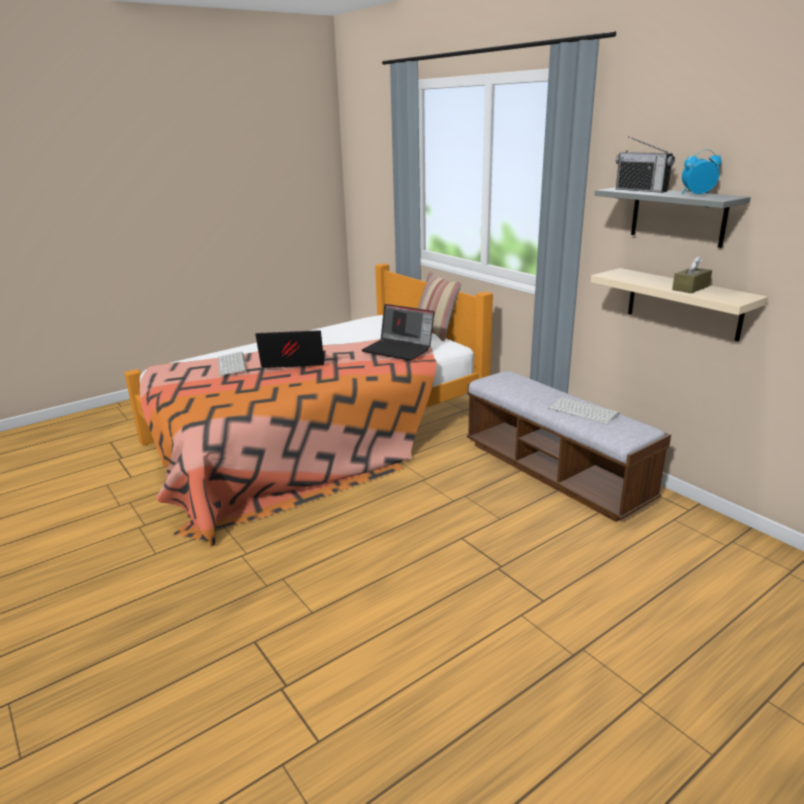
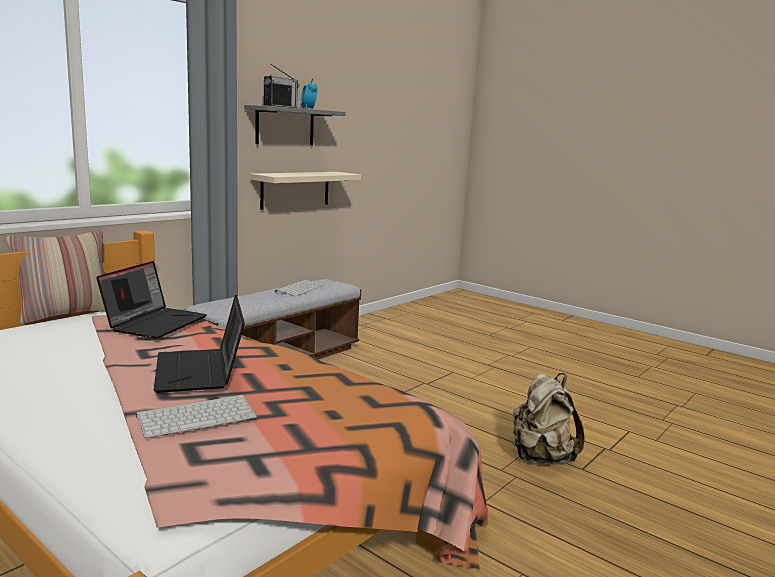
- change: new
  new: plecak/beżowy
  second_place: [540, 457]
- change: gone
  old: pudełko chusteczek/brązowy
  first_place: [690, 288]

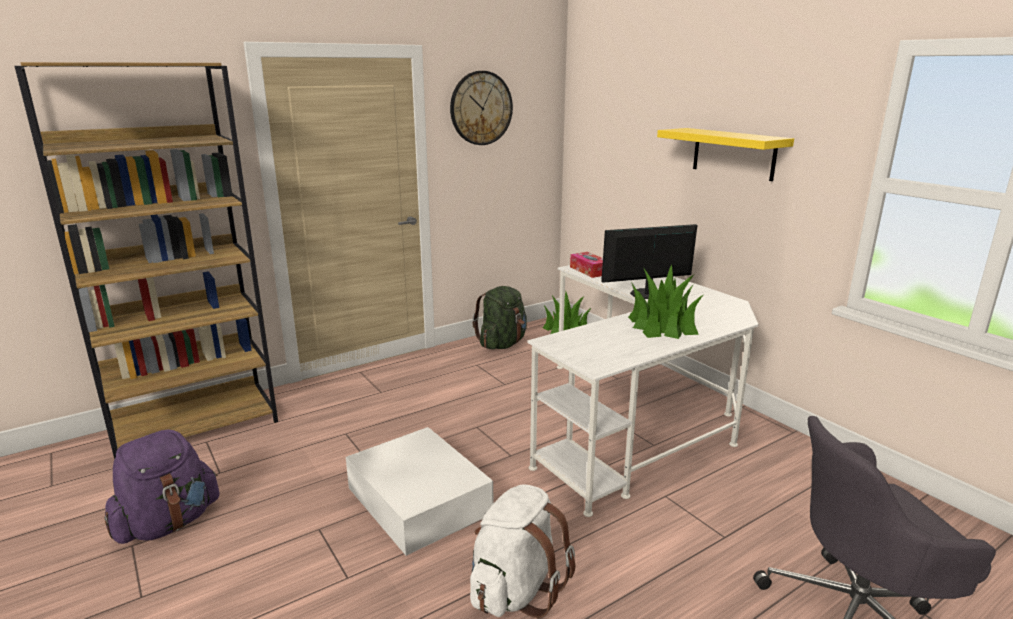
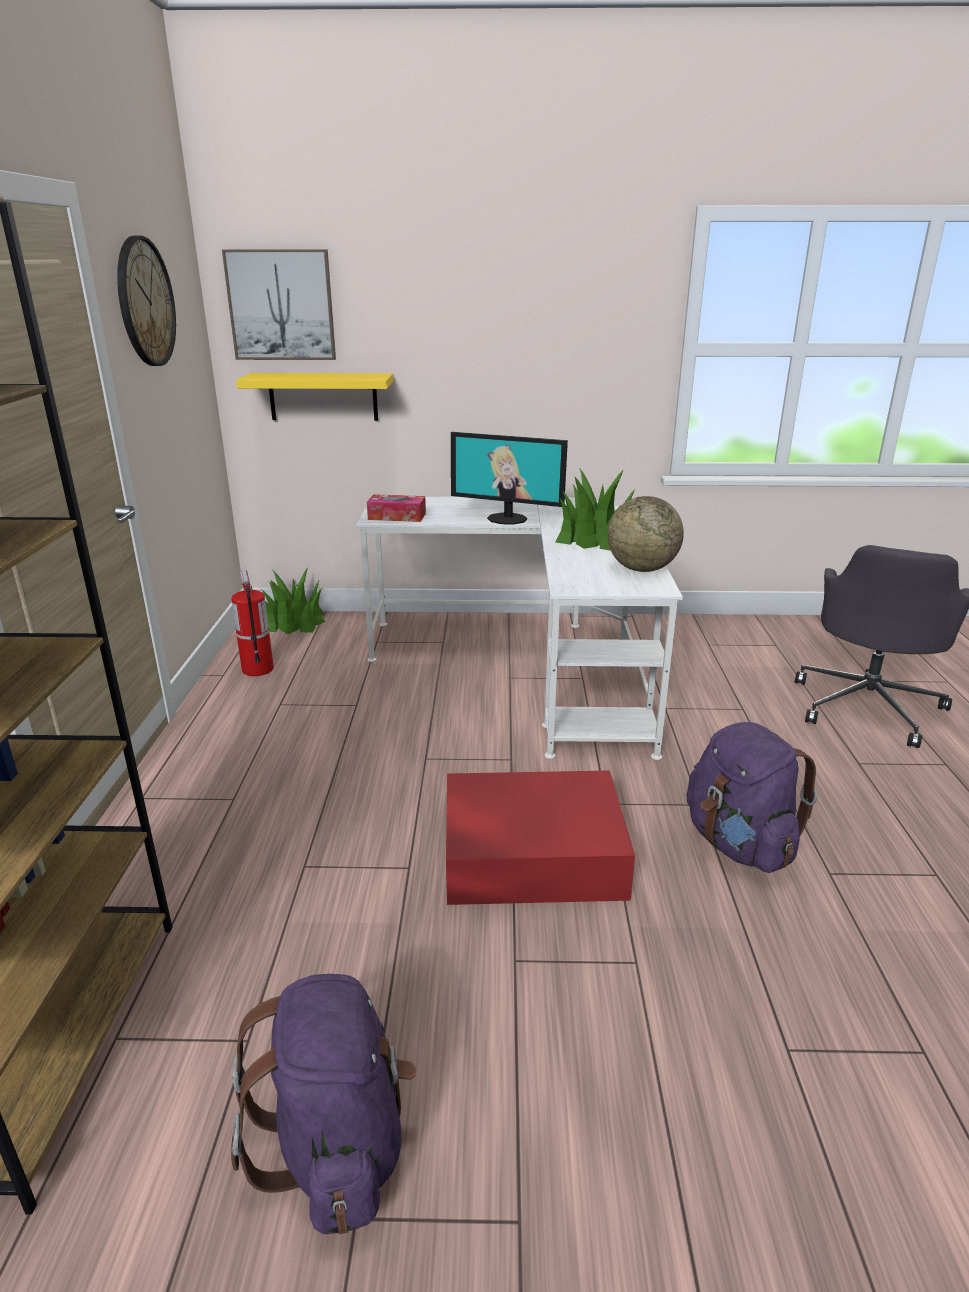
- change: new
  new: obraz
  second_place: [281, 305]
- change: swapped
  old: plecak/zielony
  new: gaśnica
  first_place: [502, 344]
  second_place: [257, 669]
- change: shifted
  old: półka/żółty
  first_place: [733, 153]
  second_place: [323, 396]
- change: repainted
  old: pojemnik do przechowywania/biały
  new: pojemnik do przechowywania/czerwony
  first_place: [418, 499]
  second_place: [529, 853]
- change: rotated
  old: monitor
  first_place: [647, 294]
  second_place: [507, 518]
  degrees: -90
- change: new
  new: globus
  second_place: [641, 569]
- change: repainted
  old: plecak/biały
  new: plecak/fioletowy
  first_place: [516, 589]
  second_place: [739, 844]

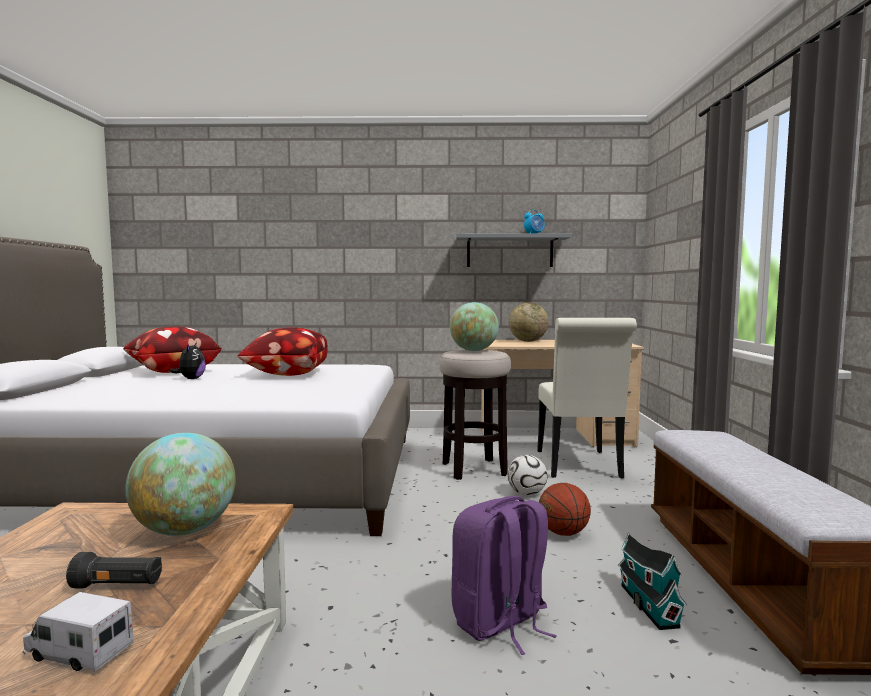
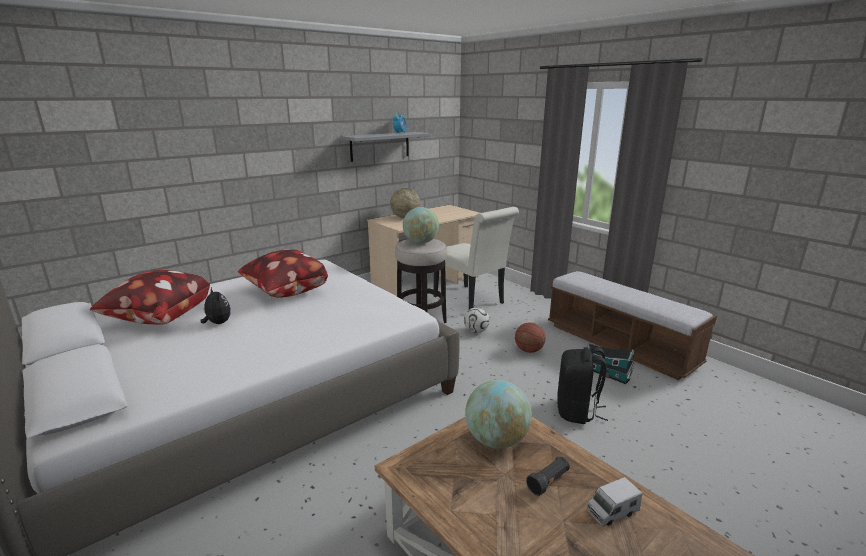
- change: repainted
  old: plecak/fioletowy
  new: plecak/czarny
  first_place: [500, 623]
  second_place: [577, 411]

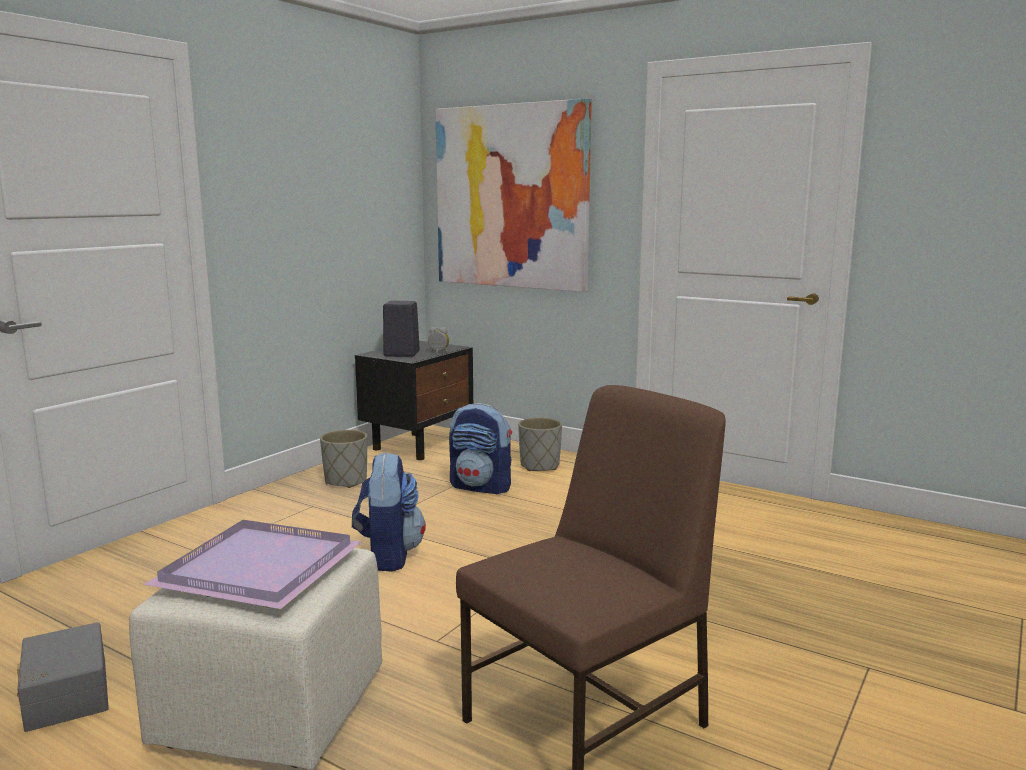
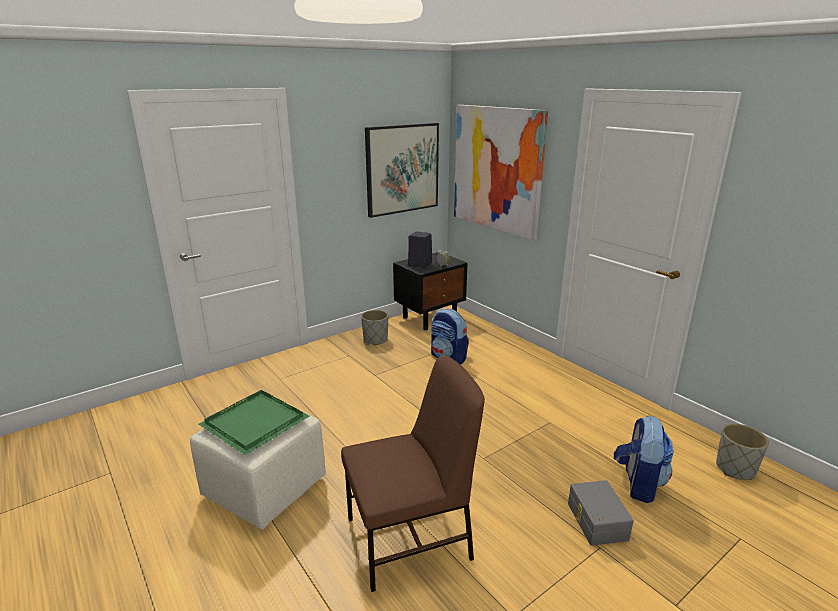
- change: repainted
  old: taca/fioletowy
  new: taca/zielony
  first_place: [260, 570]
  second_place: [254, 424]
- change: new
  new: obraz
  second_place: [402, 169]
- change: shifted
  old: pojemnik do przechowywania/szary
  first_place: [64, 694]
  second_place: [596, 521]
- change: shifted
  old: plecak
  first_place: [388, 555]
  second_place: [638, 483]
- change: shifted
  old: donica/szary
  first_place: [539, 466]
  second_place: [734, 468]

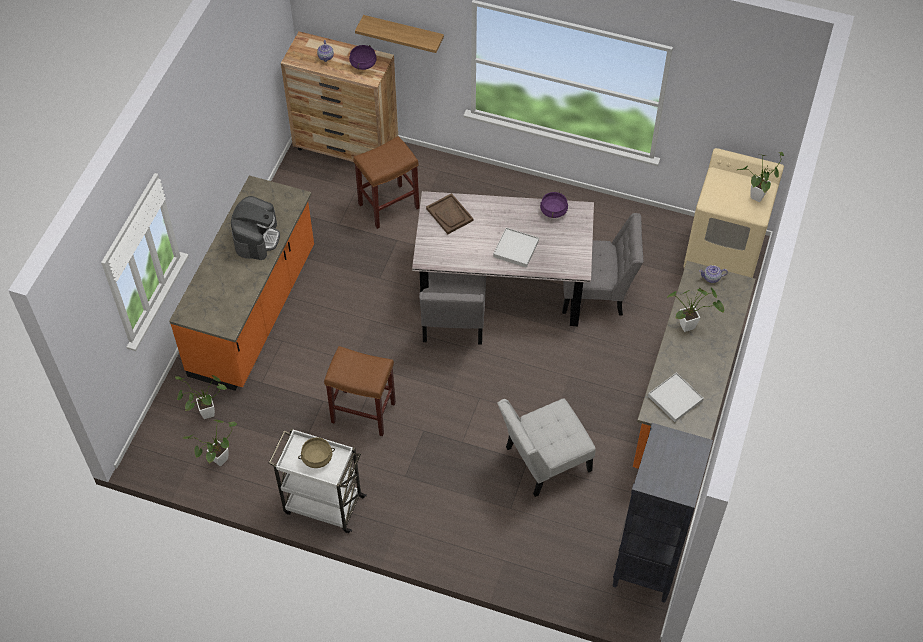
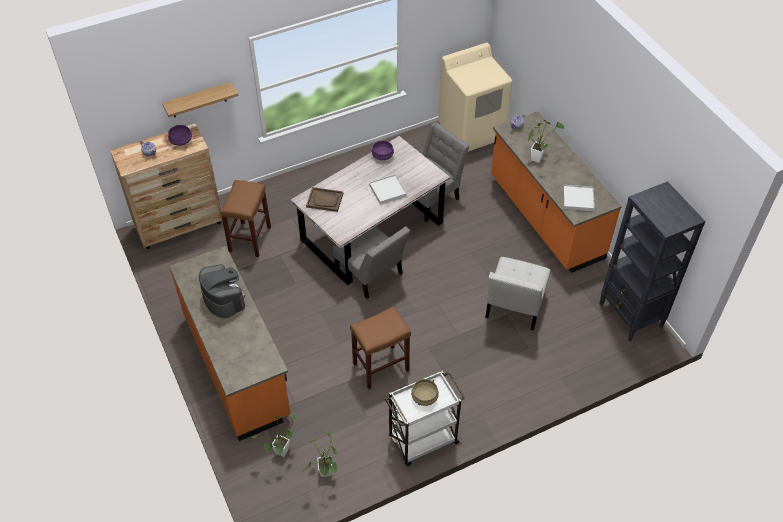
- change: gone
  old: roślina doniczkowa
  first_place: [755, 199]

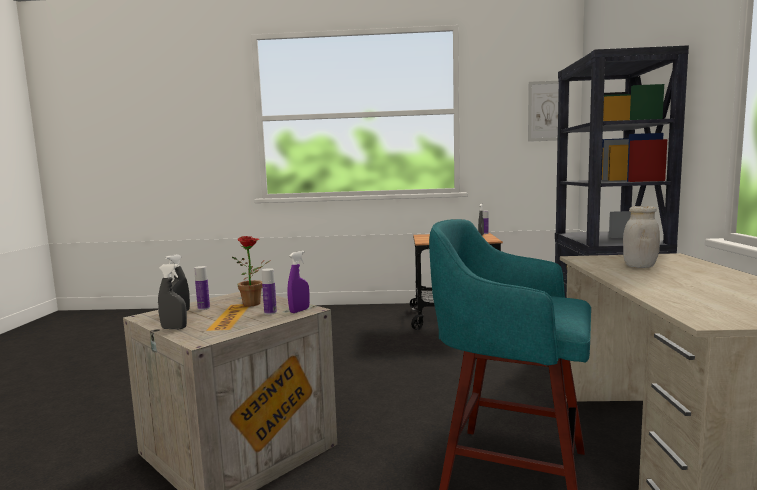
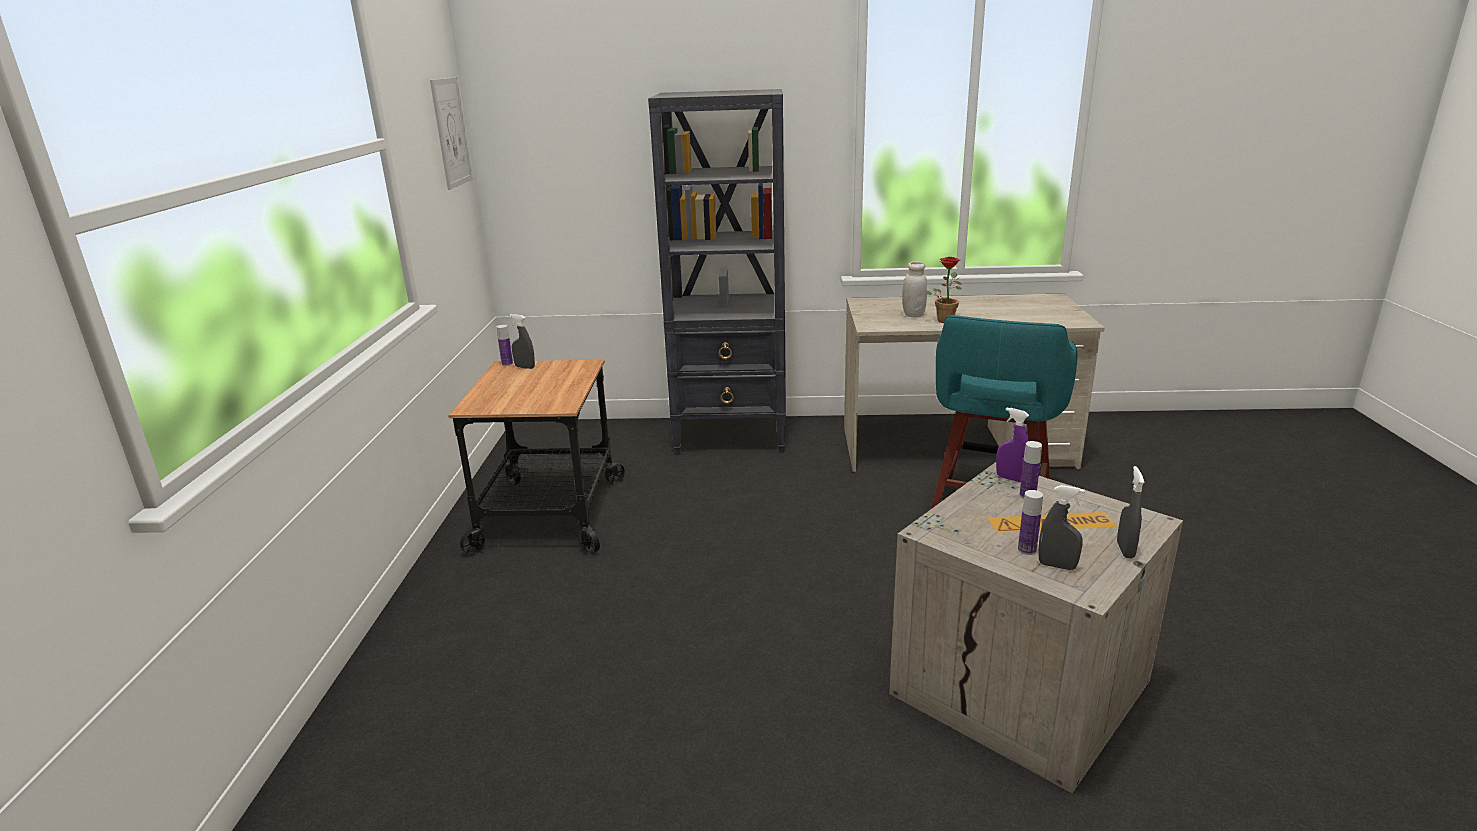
- change: shifted
  old: roślina doniczkowa
  first_place: [255, 304]
  second_place: [945, 319]

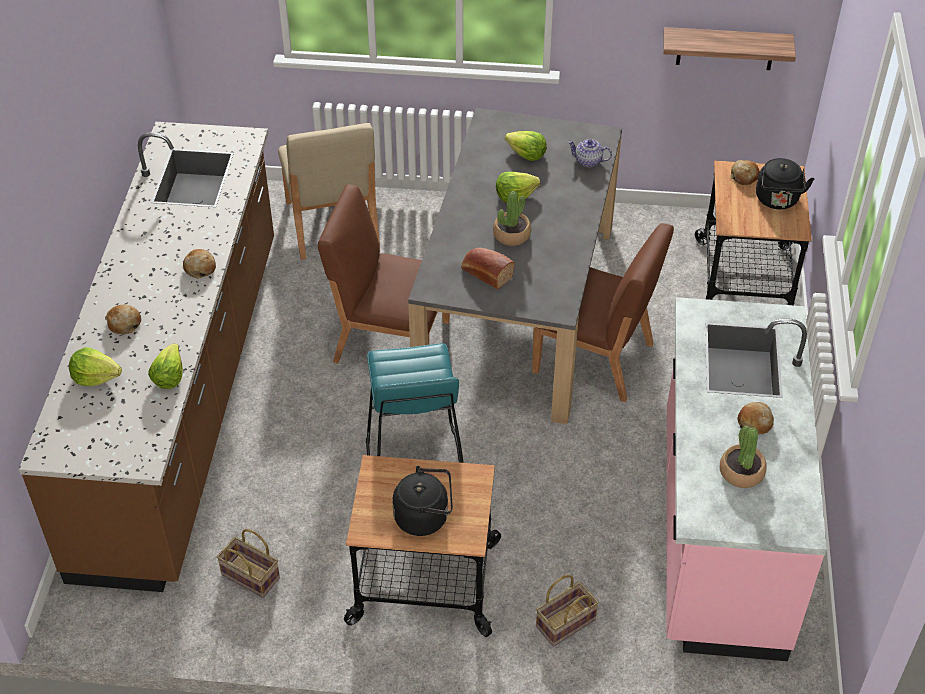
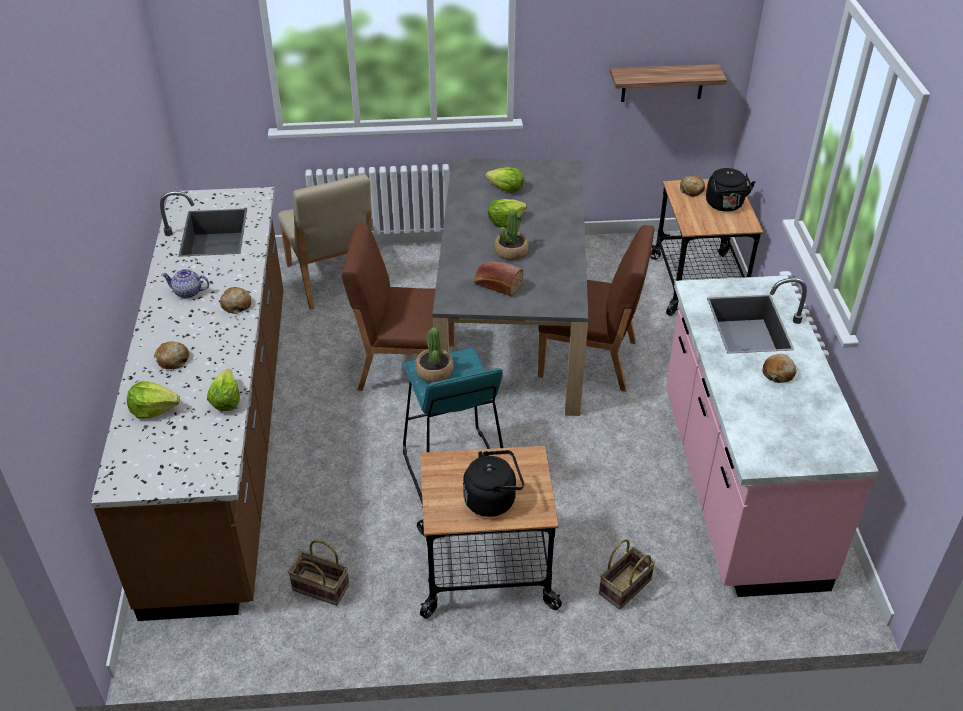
- change: shifted
  old: imbryk
  first_place: [588, 161]
  second_place: [188, 292]
- change: shifted
  old: roślina doniczkowa
  first_place: [741, 472]
  second_place: [434, 371]

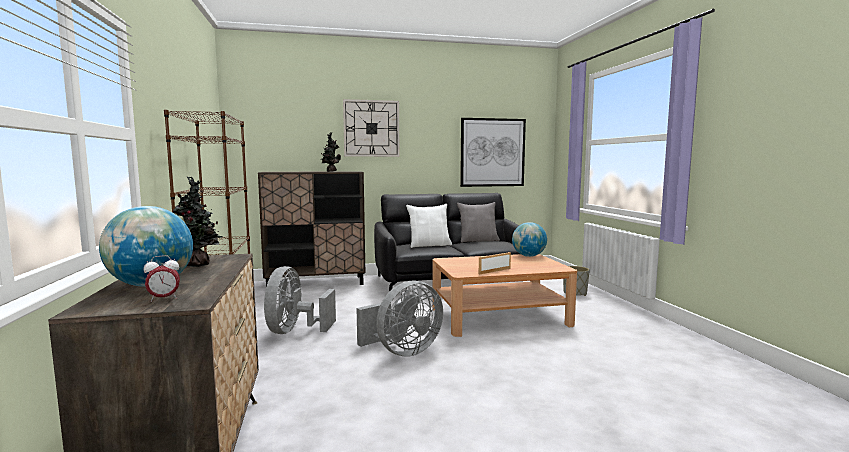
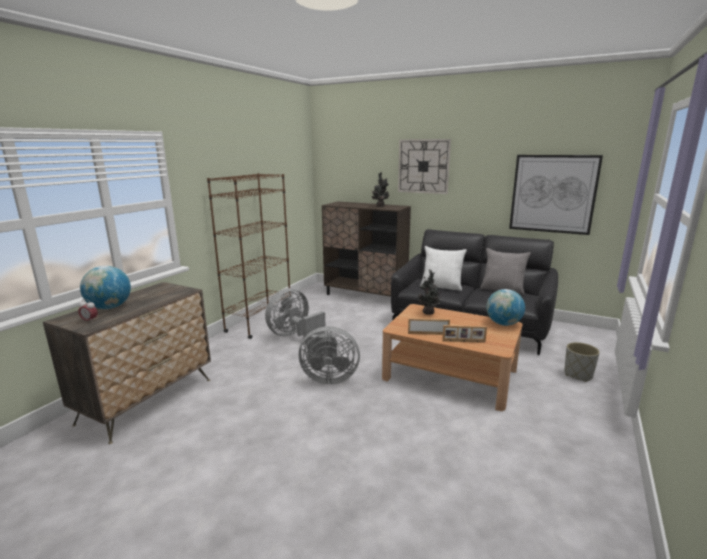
- change: shifted
  old: roślina doniczkowa
  first_place: [199, 265]
  second_place: [429, 313]
- change: new
  new: ramka na zdjęcie
  second_place: [463, 341]

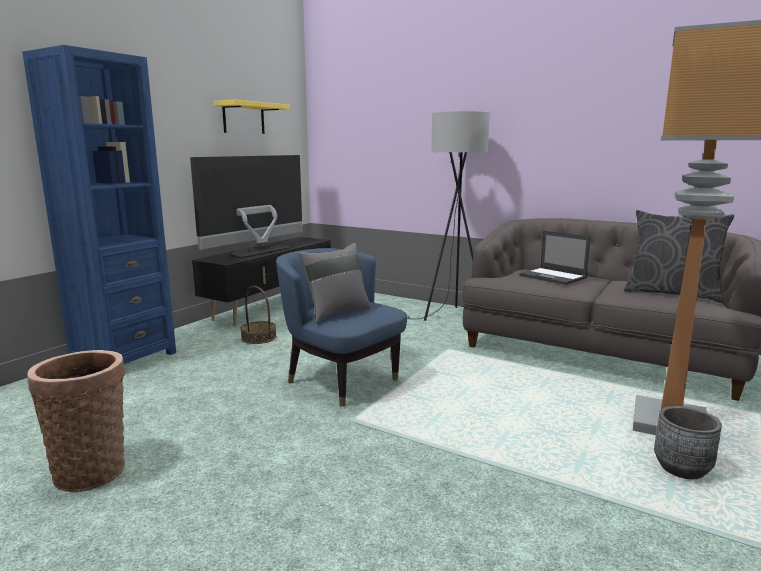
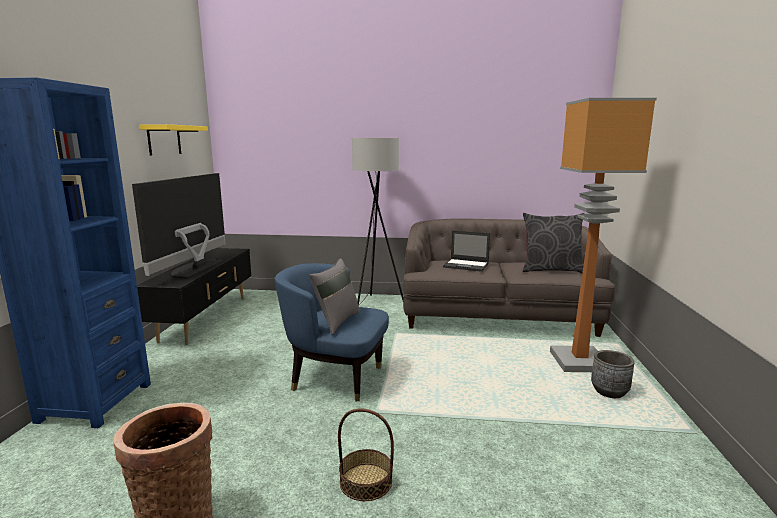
- change: shifted
  old: koszyk
  first_place: [258, 338]
  second_place: [365, 482]

